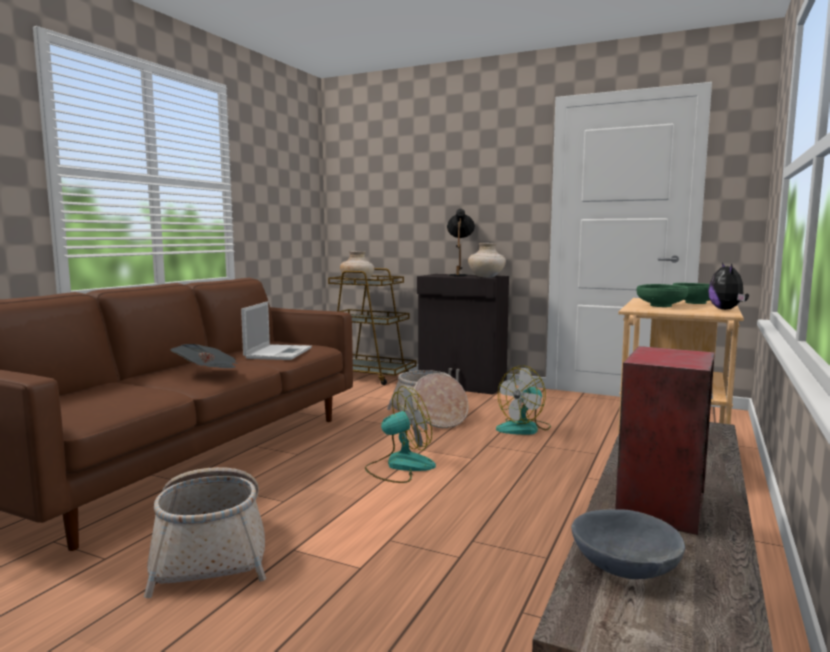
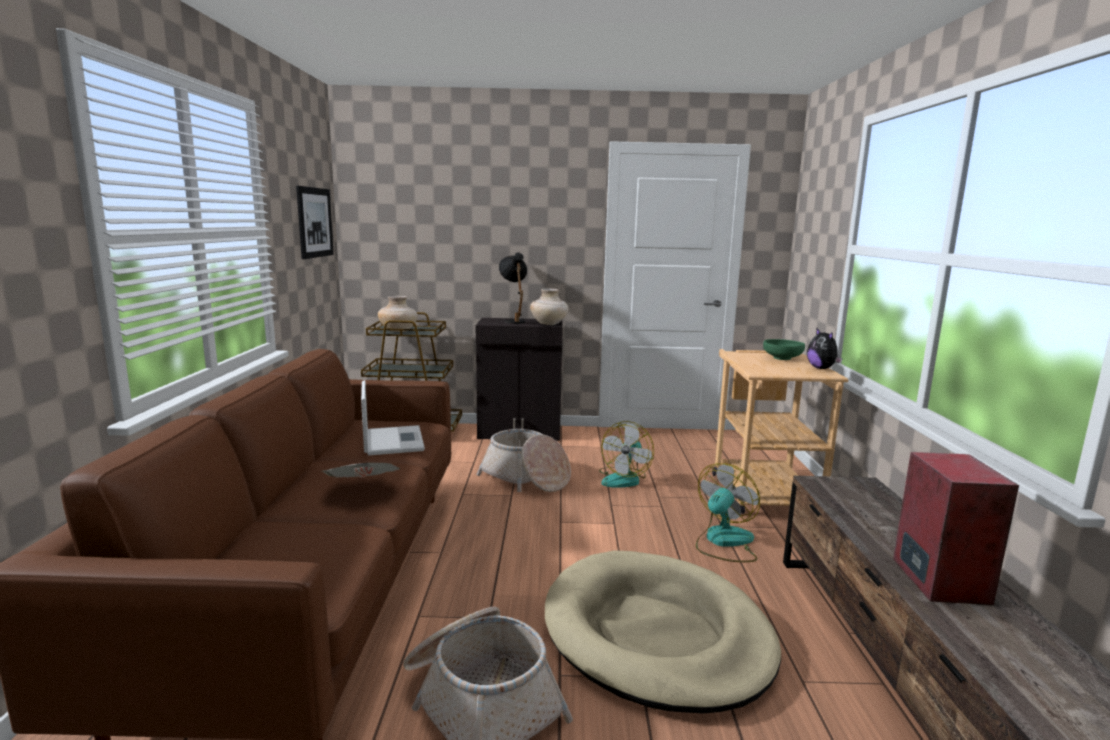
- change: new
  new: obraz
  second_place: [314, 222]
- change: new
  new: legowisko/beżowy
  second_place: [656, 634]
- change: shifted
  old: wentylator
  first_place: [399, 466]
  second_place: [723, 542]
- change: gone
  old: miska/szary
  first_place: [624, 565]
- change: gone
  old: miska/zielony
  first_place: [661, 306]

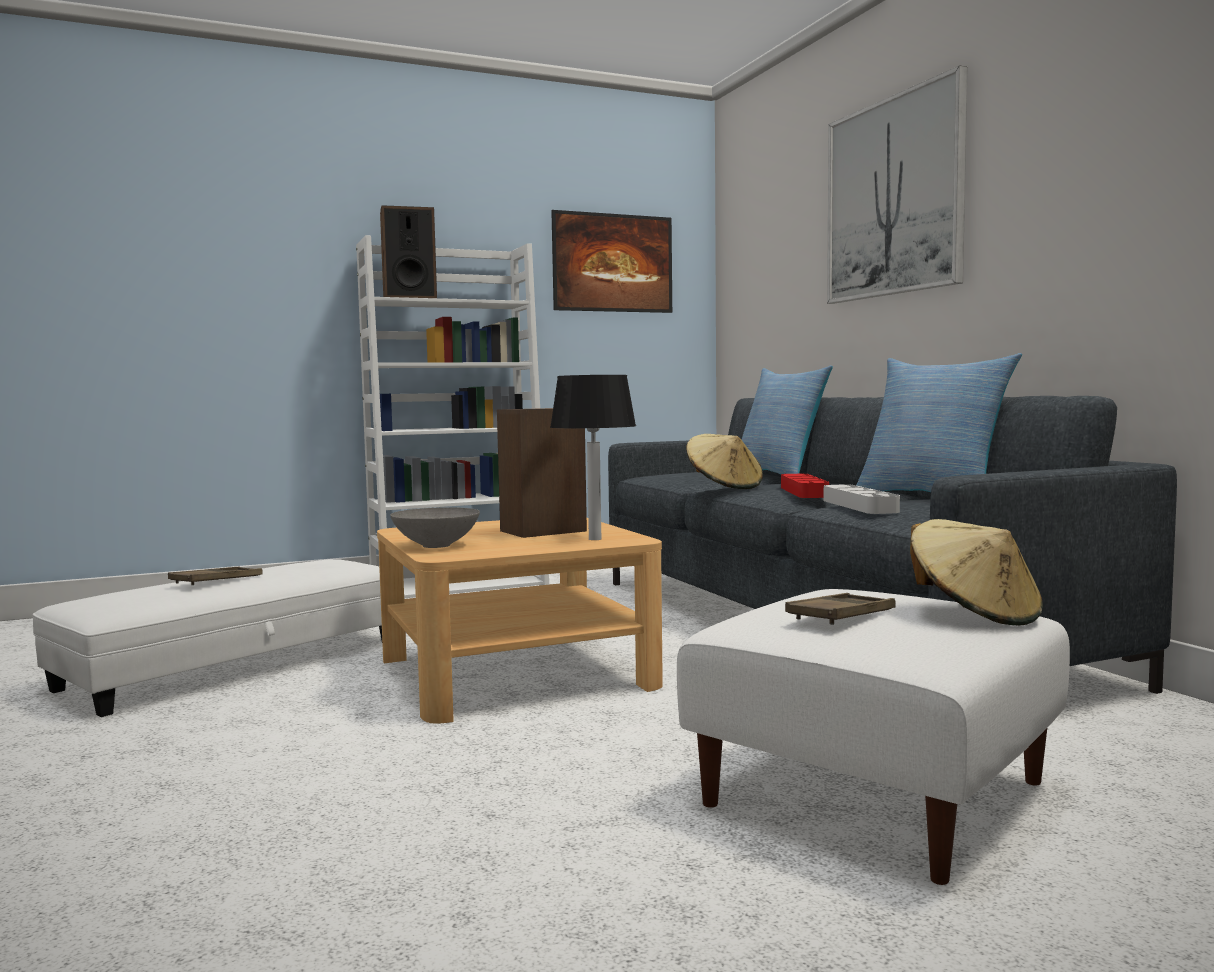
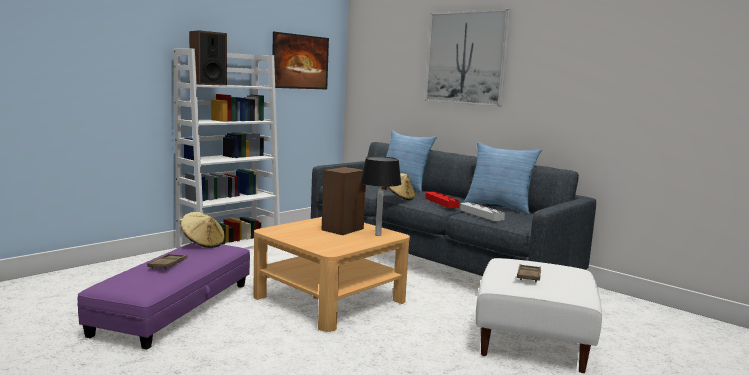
- change: repainted
  old: pufa/biały
  new: pufa/fioletowy
  first_place: [237, 664]
  second_place: [175, 308]
- change: shifted
  old: kapelusz/beżowy
  first_place: [974, 614]
  second_place: [203, 243]
- change: gone
  old: miska/szary
  first_place: [438, 545]

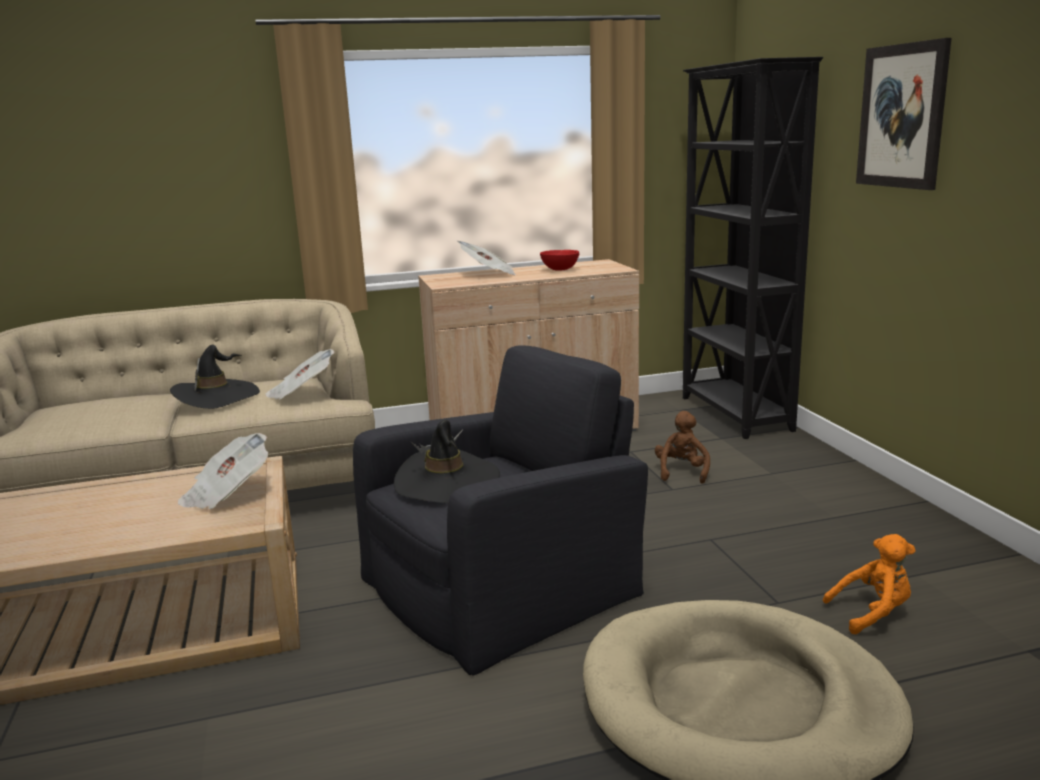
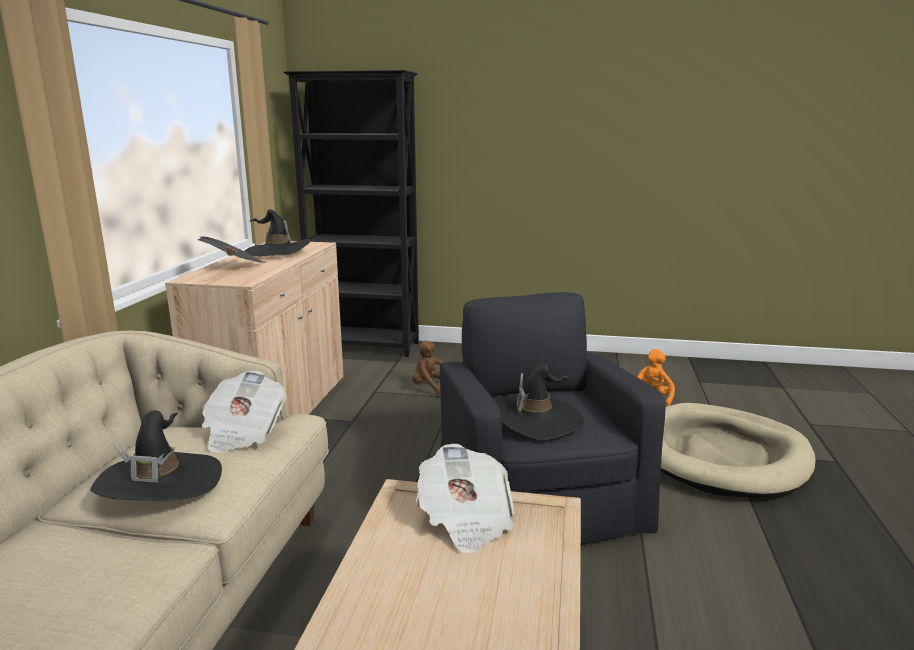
- change: swapped
  old: miska/czerwony
  new: kapelusz/czarny
  first_place: [559, 270]
  second_place: [276, 253]
- change: gone
  old: obraz
  first_place: [902, 116]

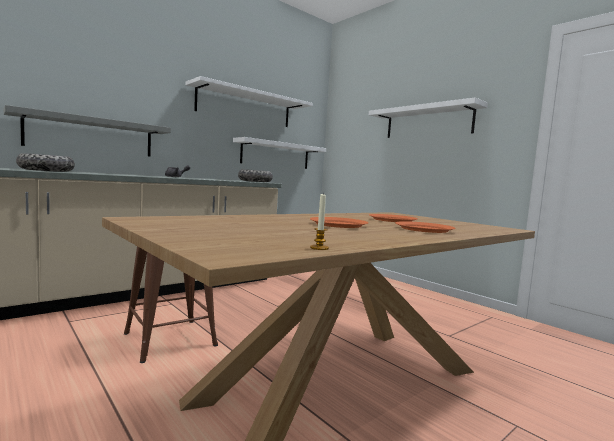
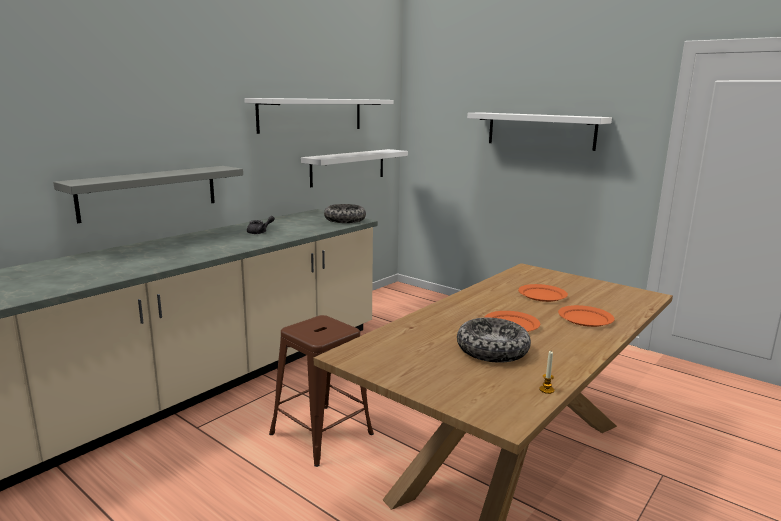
- change: shifted
  old: miska
  first_place: [46, 170]
  second_place: [492, 350]

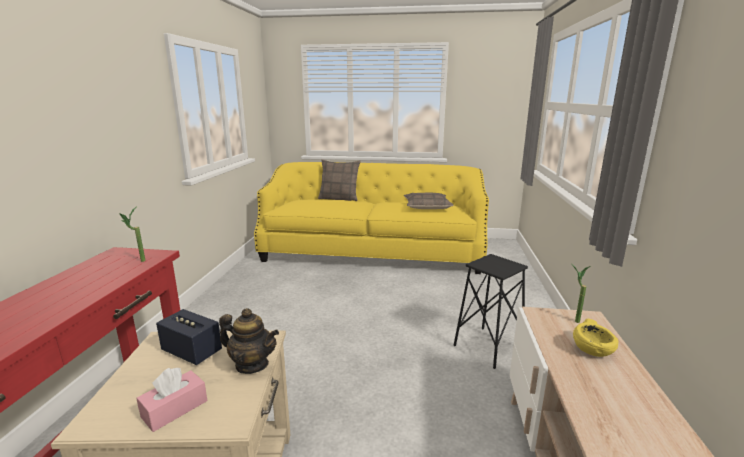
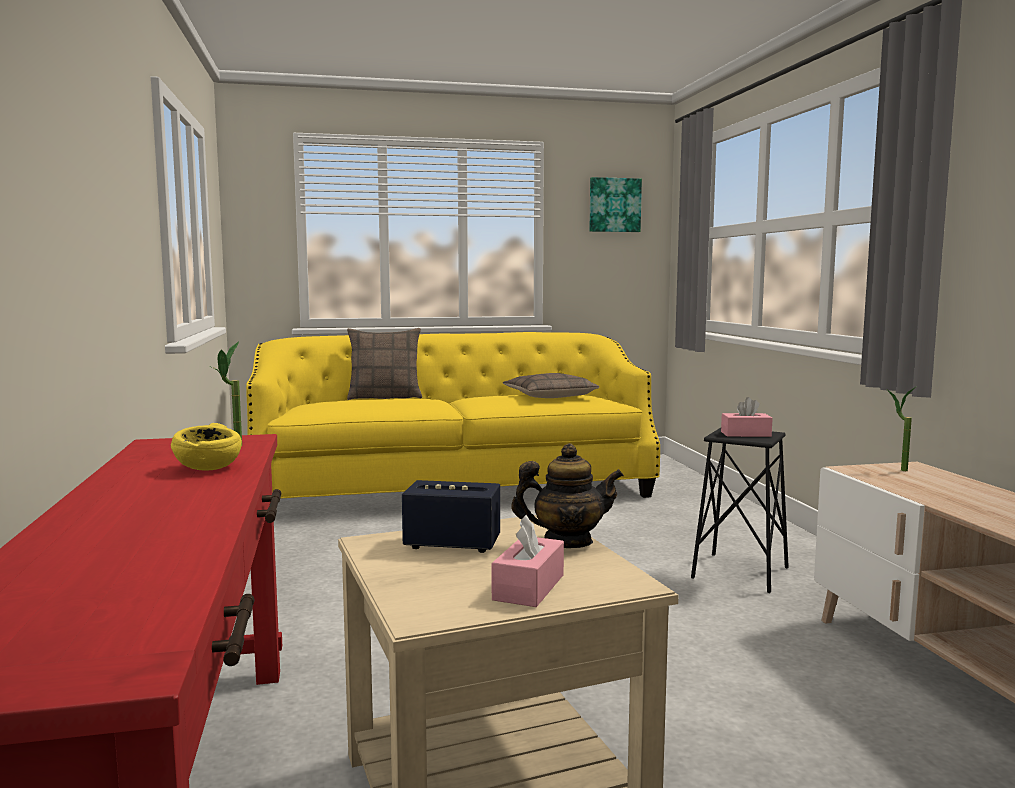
- change: shifted
  old: miska/żółty
  first_place: [593, 351]
  second_place: [210, 468]
- change: new
  new: obraz
  second_place: [614, 205]
- change: new
  new: pudełko chusteczek/różowy
  second_place: [745, 434]

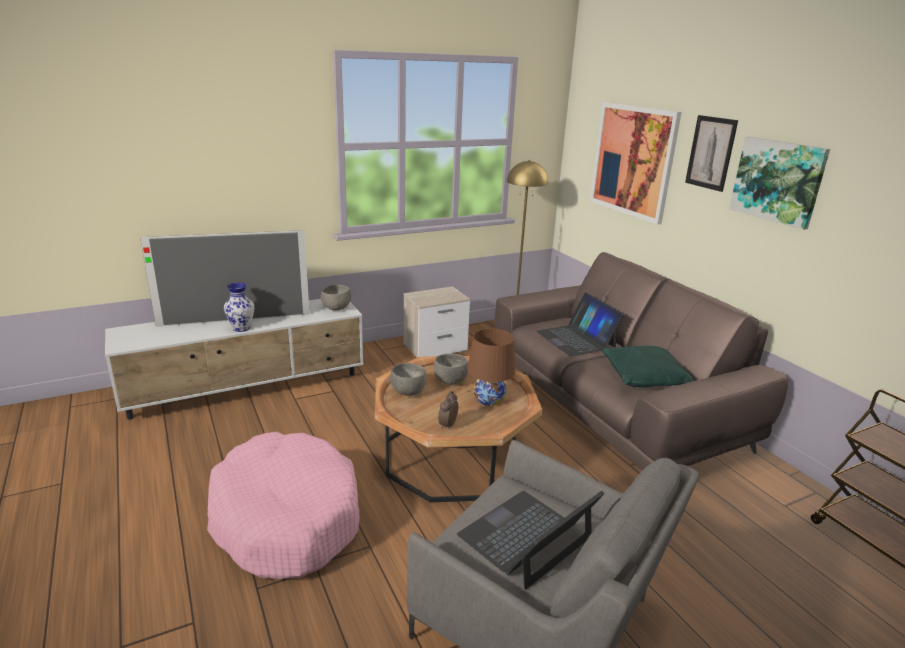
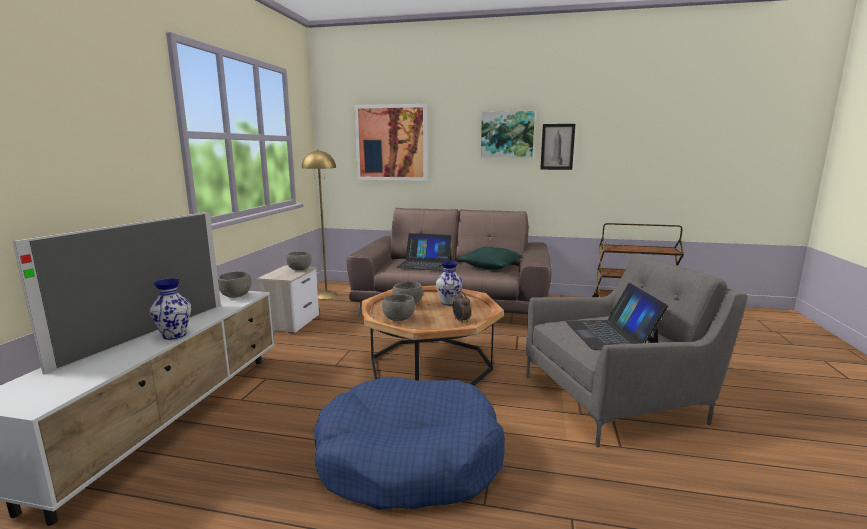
- change: new
  new: miska/szary
  second_place: [300, 270]
- change: repainted
  old: legowisko/różowy
  new: legowisko/niebieski
  first_place: [285, 518]
  second_place: [409, 459]
- change: swapped
  old: lampa stołowa/brązowy
  new: wazon
  first_place: [488, 399]
  second_place: [448, 303]
- change: shifted
  old: obraz
  first_place: [711, 153]
  second_place: [557, 147]

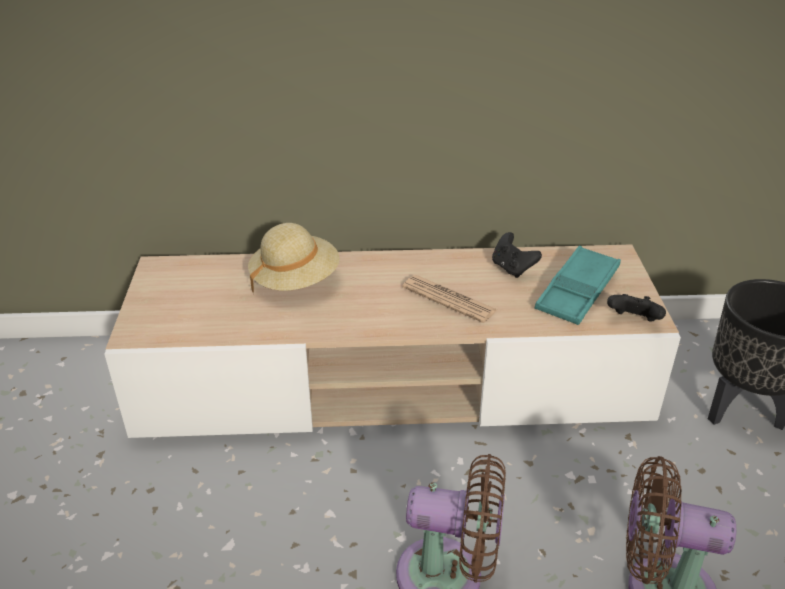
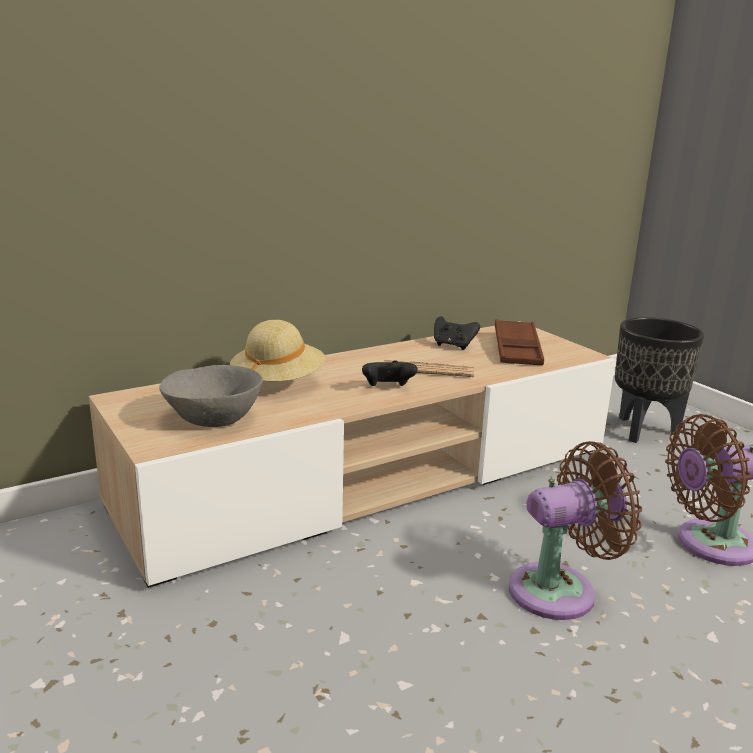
- change: new
  new: miska/szary
  second_place: [215, 418]
- change: shifted
  old: pad do gier/czarny
  first_place: [633, 321]
  second_place: [388, 388]
- change: repainted
  old: taca/turkusowy
  new: taca/brązowy
  first_place: [577, 291]
  second_place: [517, 349]

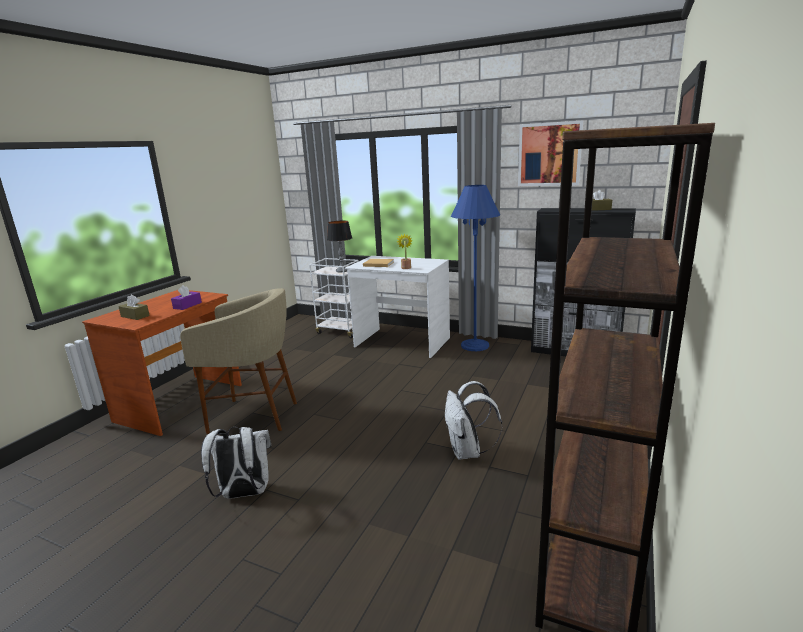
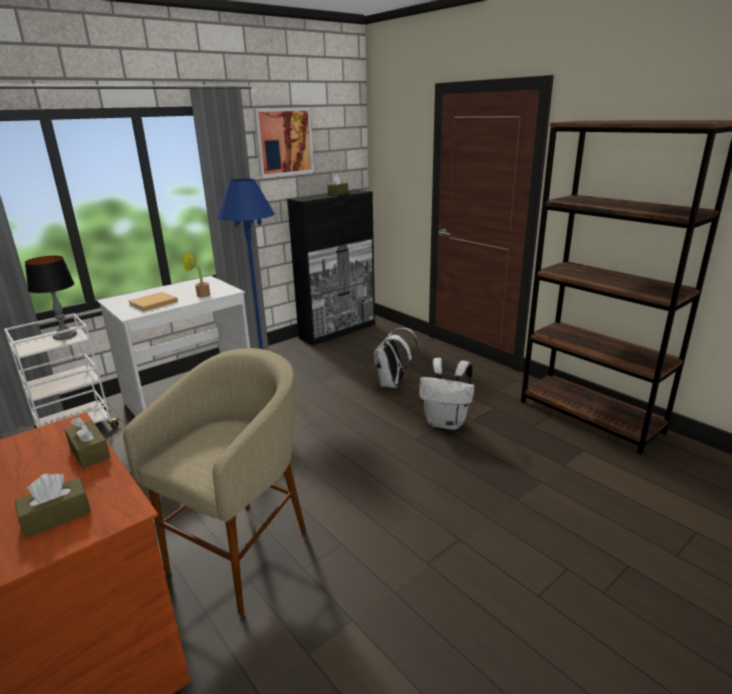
- change: repainted
  old: pudełko chusteczek/fioletowy
  new: pudełko chusteczek/brązowy
  first_place: [187, 305]
  second_place: [90, 452]
- change: shifted
  old: plecak/biały
  first_place: [243, 494]
  second_place: [393, 384]

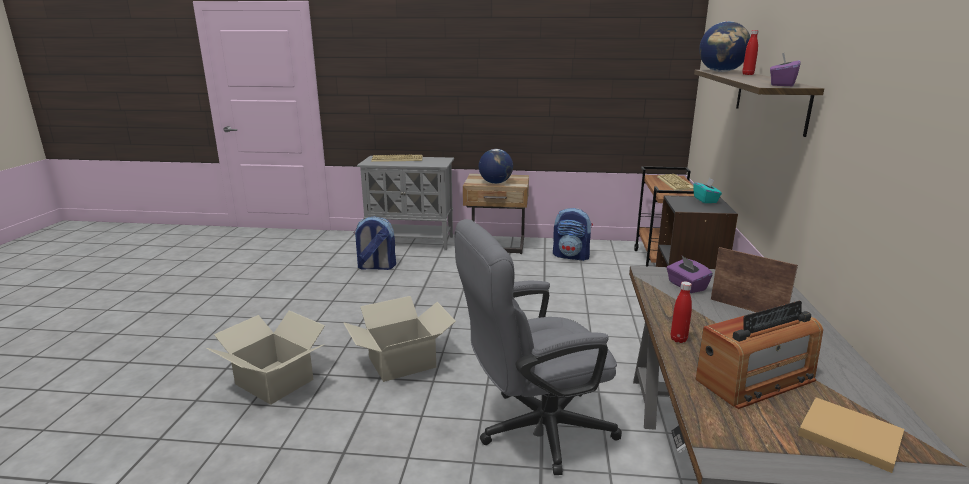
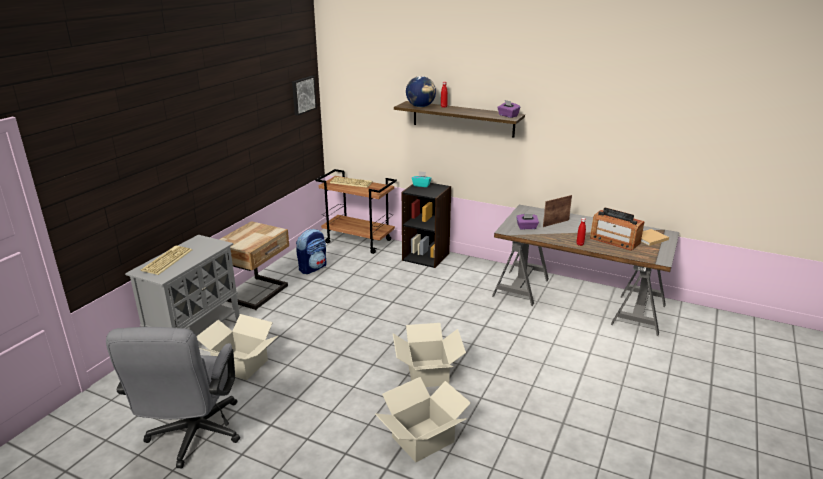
- change: shifted
  old: krzesło biurowe/szary
  first_place: [534, 430]
  second_place: [192, 438]
- change: swapped
  old: plecak
  new: karton
  first_place: [376, 267]
  second_place: [240, 365]
- change: new
  new: obraz
  second_place: [303, 95]
- change: rotated
  old: radio
  first_place: [755, 380]
  second_place: [614, 240]
  degrees: 135
- change: gone
  old: globus
  first_place: [495, 183]

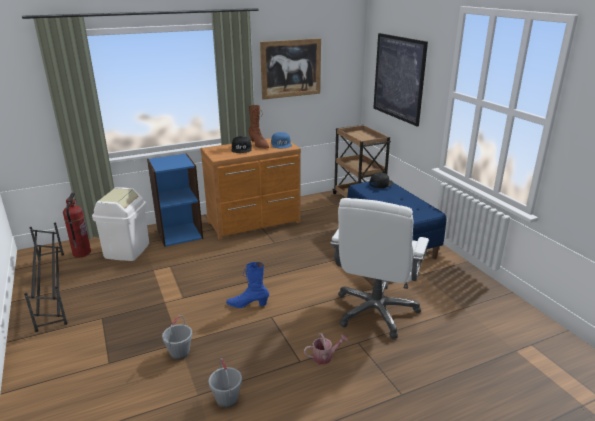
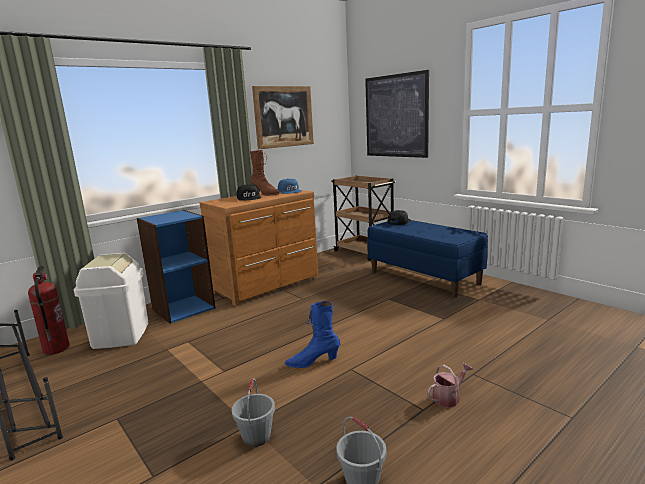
- change: gone
  old: krzesło biurowe/biały
  first_place: [375, 311]

